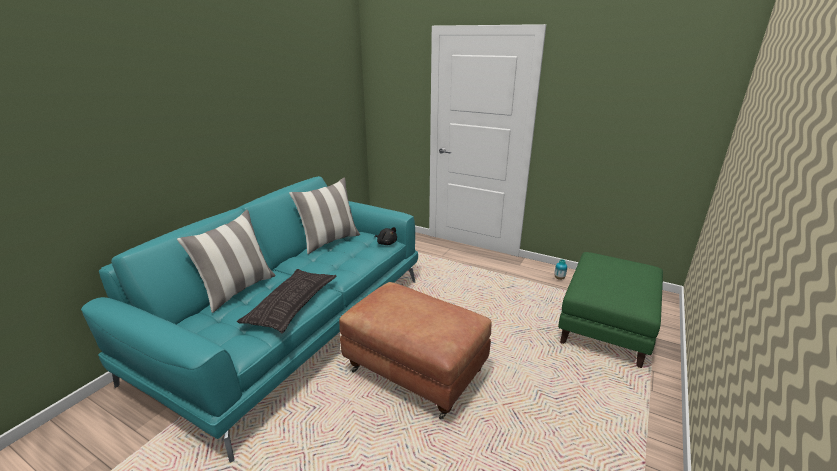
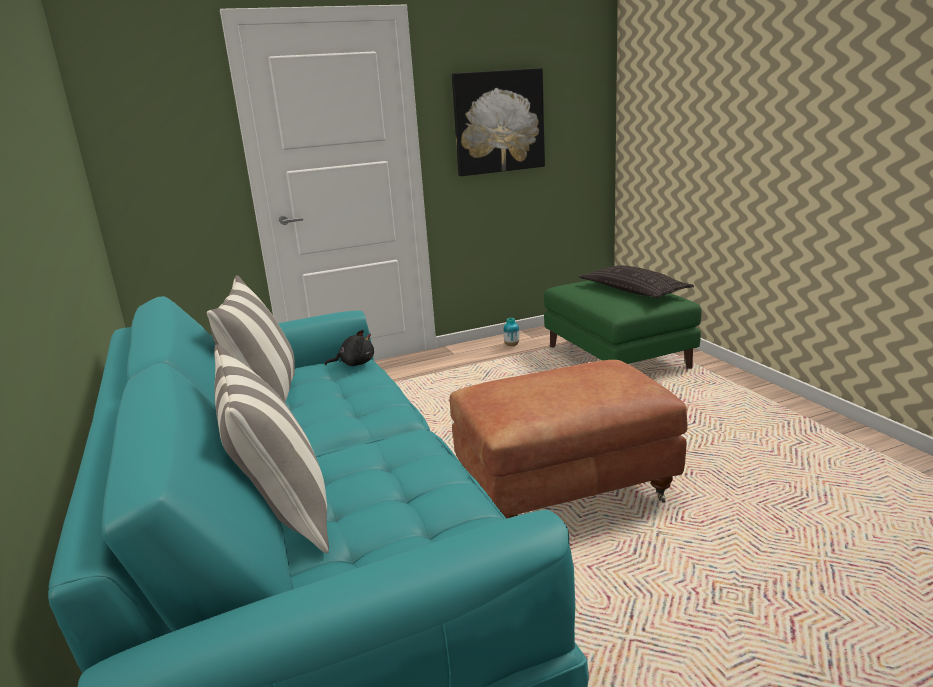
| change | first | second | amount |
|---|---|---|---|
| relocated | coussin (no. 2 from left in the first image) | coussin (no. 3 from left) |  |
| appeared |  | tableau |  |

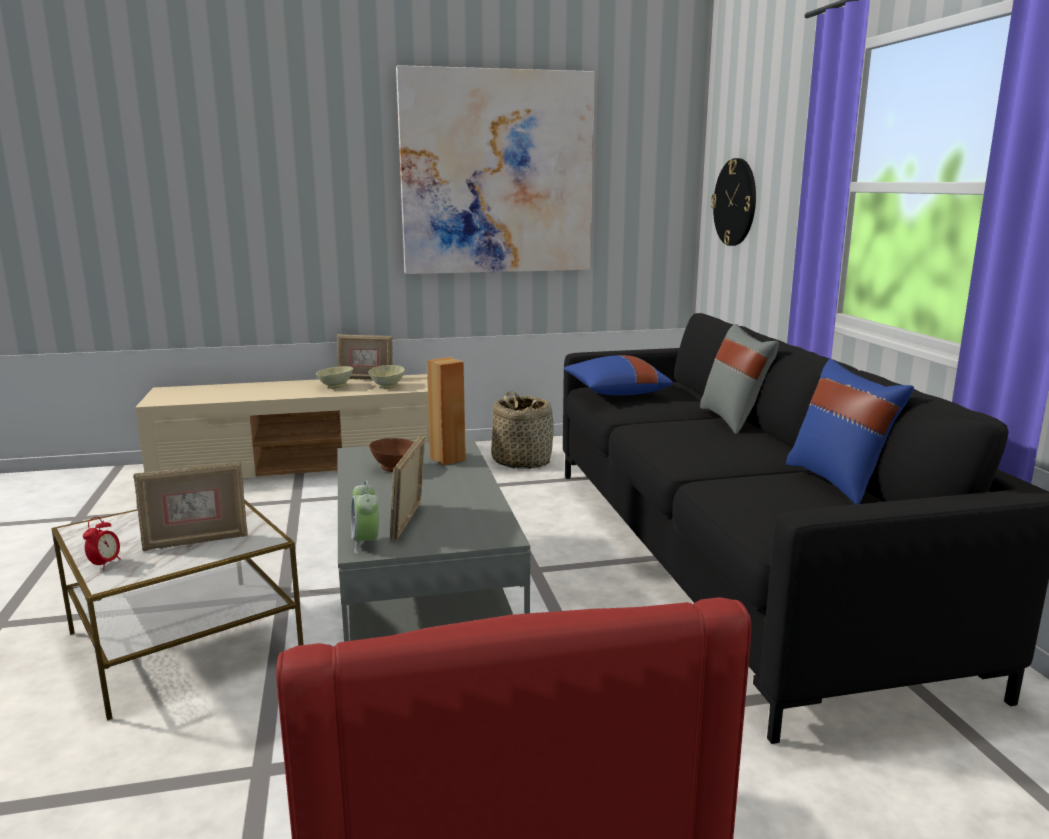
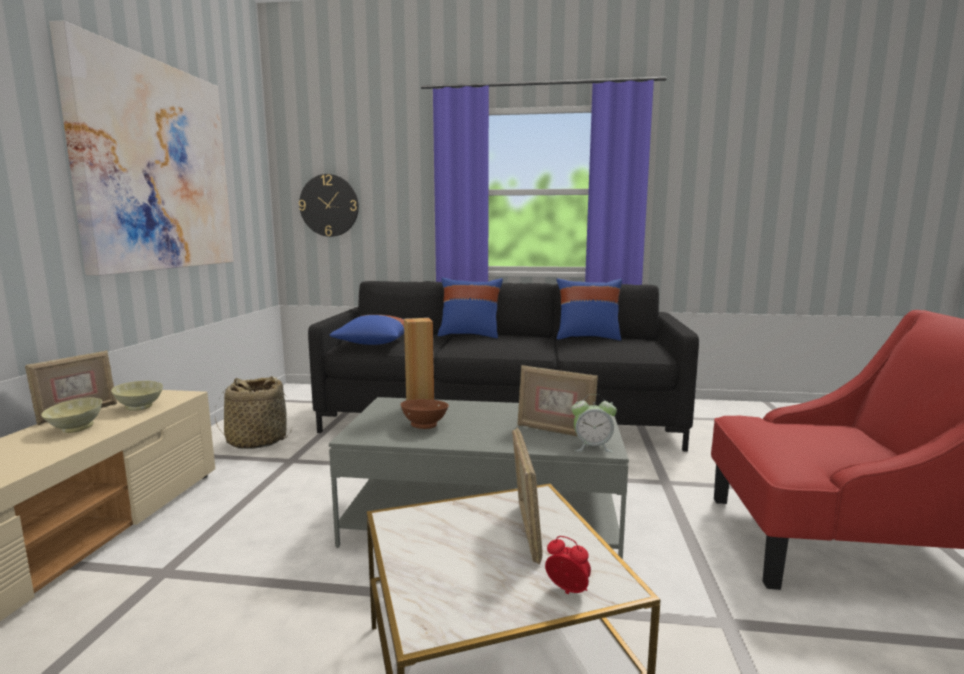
| change | first | second | amount |
|---|---|---|---|
| colour | coussin [gris] | coussin [bleu] (no. 2 from left) |  |

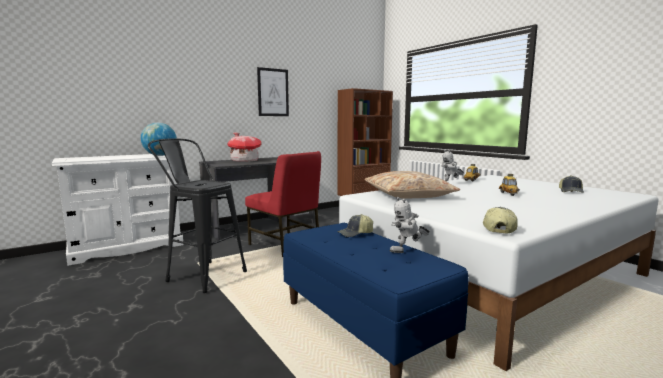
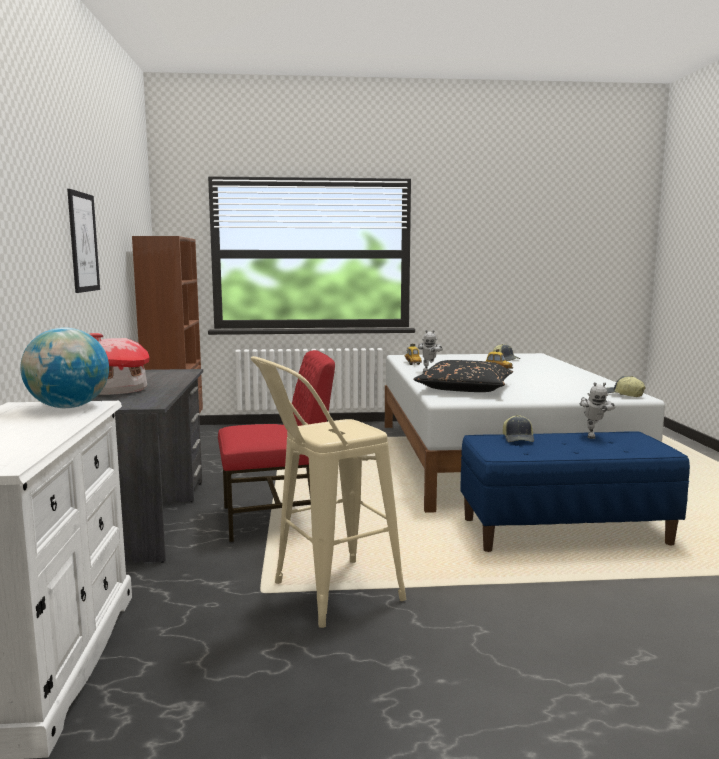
| change | first | second | amount |
|---|---|---|---|
| colour | tabouret [noir] | tabouret [beige] |  |
| colour | coussin [beige] | coussin [noir] |  |

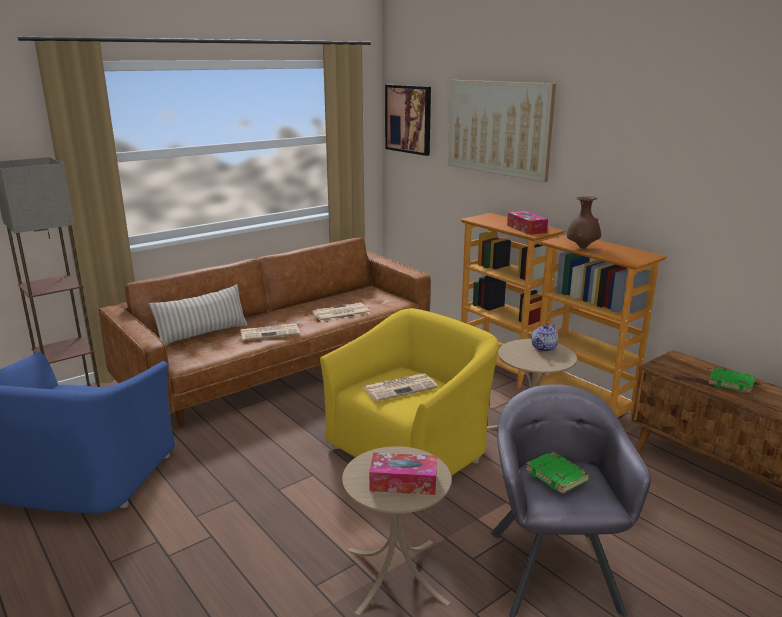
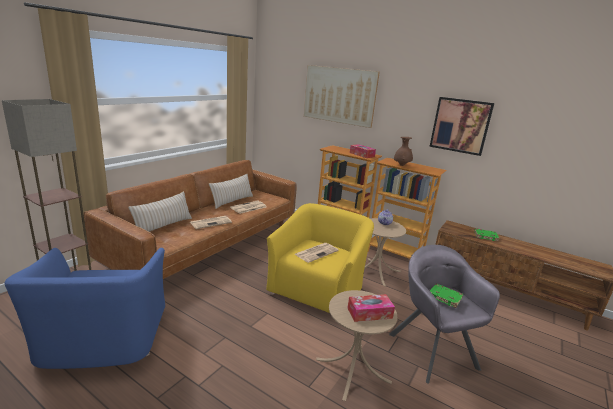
| change | first | second | amount |
|---|---|---|---|
| relocated | tableau (no. 1 from left in the first image) | tableau (no. 2 from left) |  |
| appeared |  | coussin [beige] (no. 2 from left) |  |

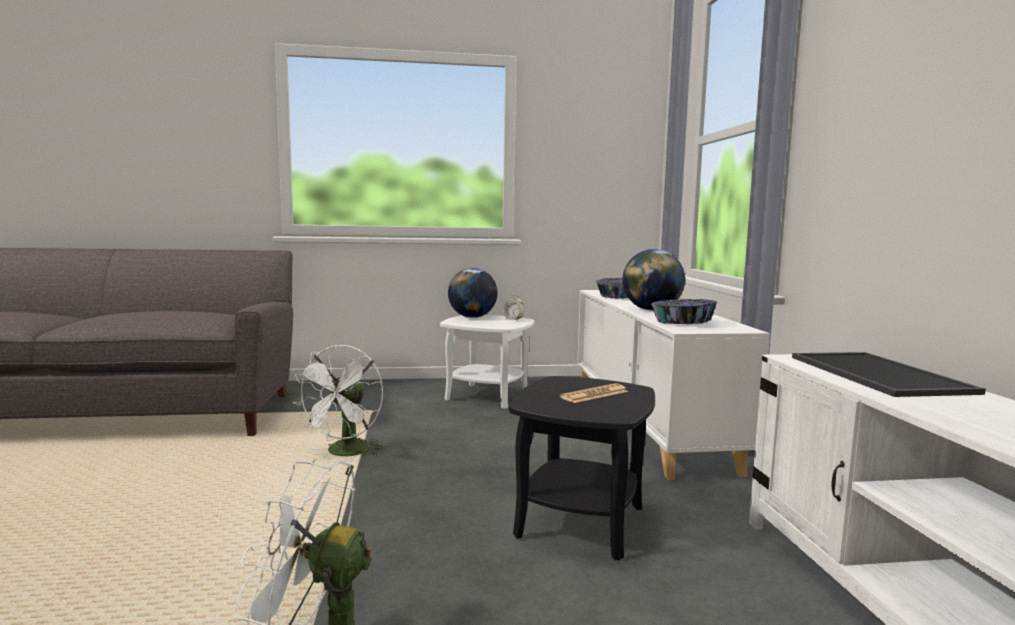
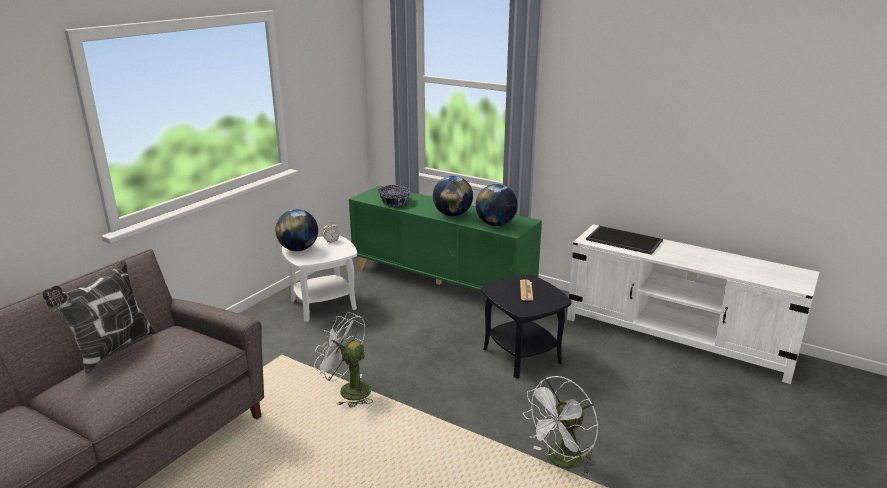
| change | first | second | amount |
|---|---|---|---|
| spun | ventilateur [blanc] (no. 2 from left in the first image) | ventilateur [blanc] (no. 1 from left) | 150 degrees clockwise |
| colour | meuble de rangement [blanc] | meuble de rangement [vert] |  |
| exchanged | bol (no. 2 from left) | globe (no. 3 from left) |  |
| appeared |  | coussin |  |

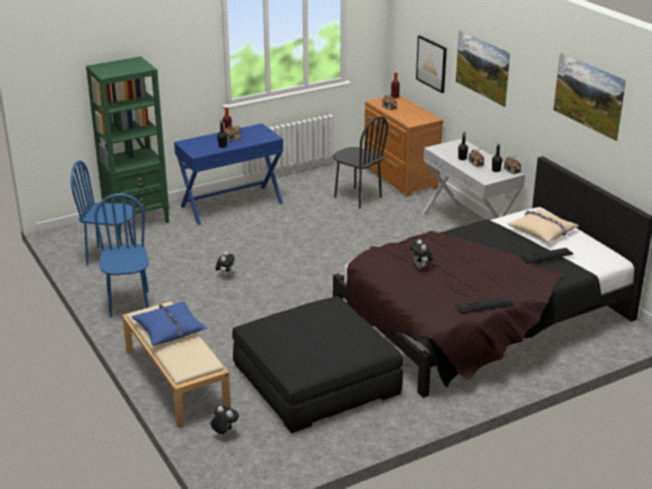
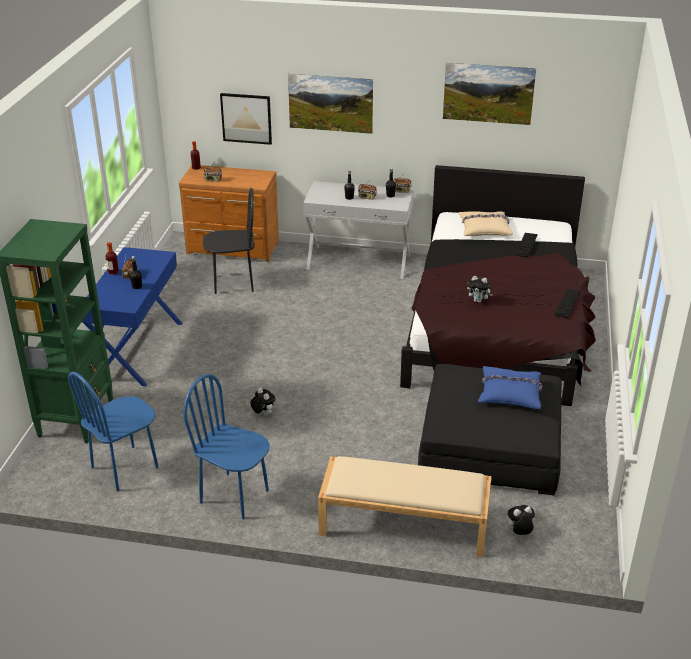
| change | first | second | amount |
|---|---|---|---|
| relocated | coussin [bleu] |  |  |

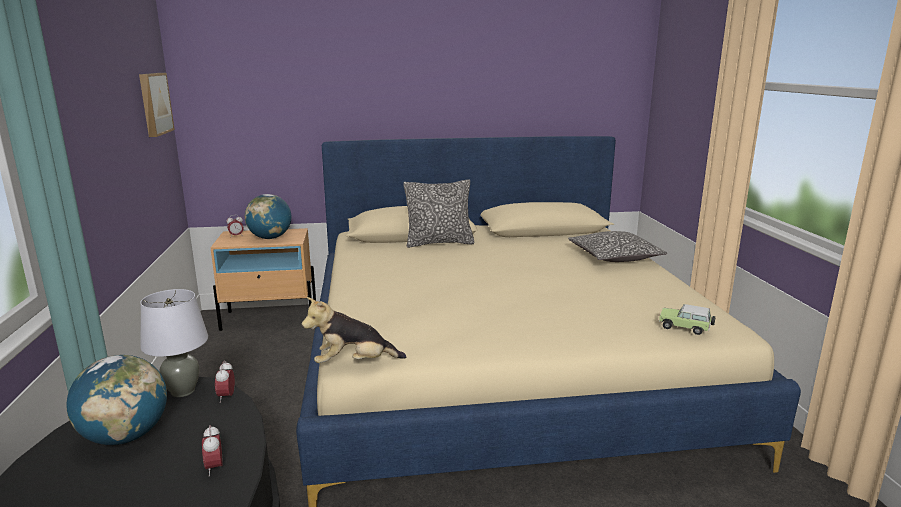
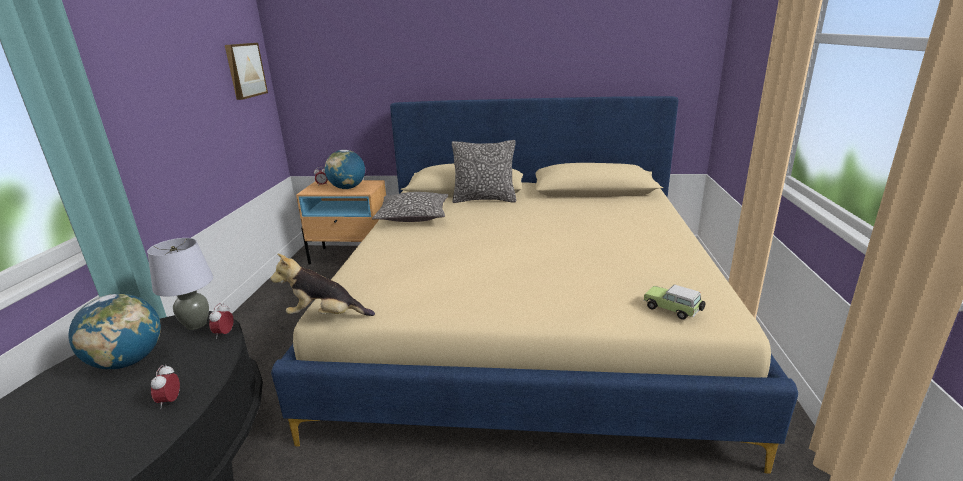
| change | first | second | amount |
|---|---|---|---|
| relocated | coussin (no. 2 from left in the first image) | coussin (no. 1 from left) |  |

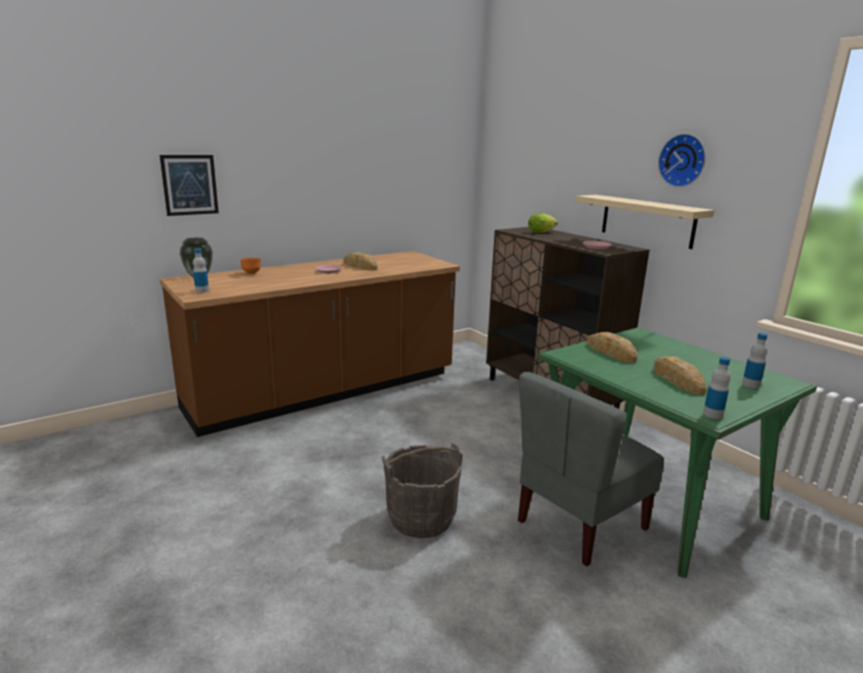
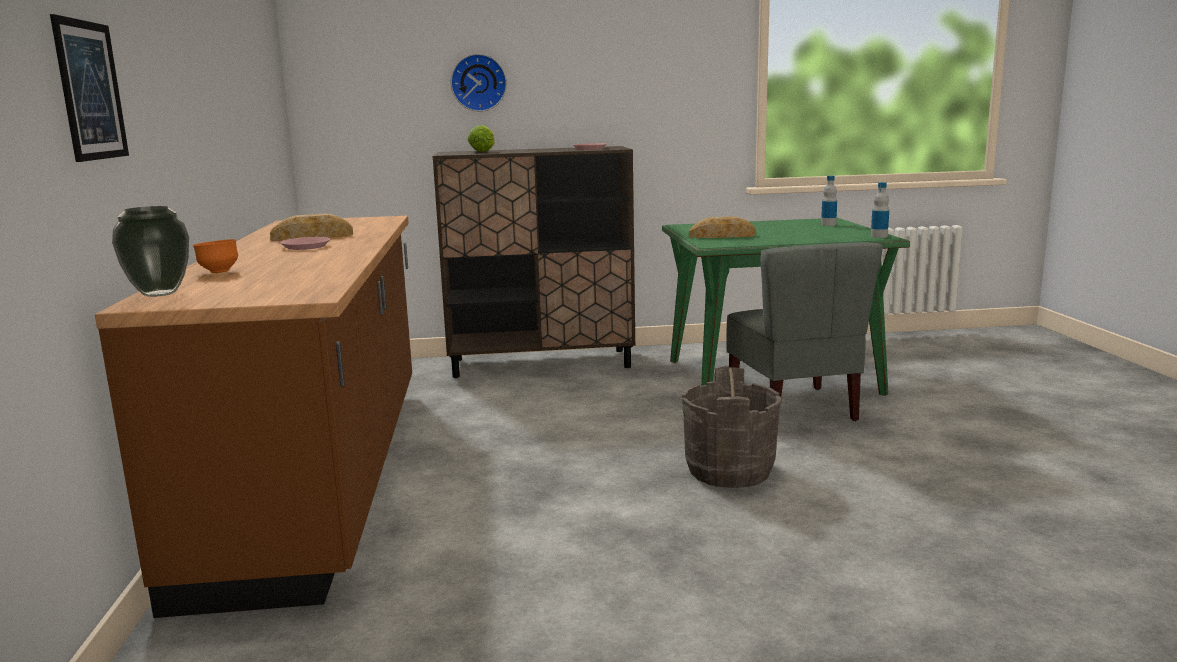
| change | first | second | amount |
|---|---|---|---|
| missing | bouteille (no. 1 from left) |  |  |
| missing | étagère [beige] |  |  |
| missing | pain (no. 3 from left) |  |  |
| relocated | horloge murale |  |  |

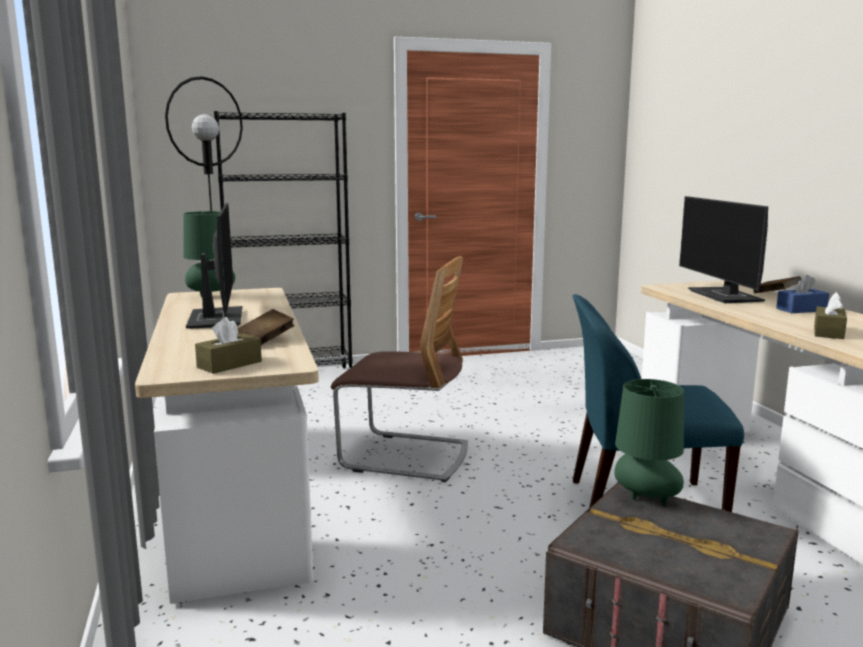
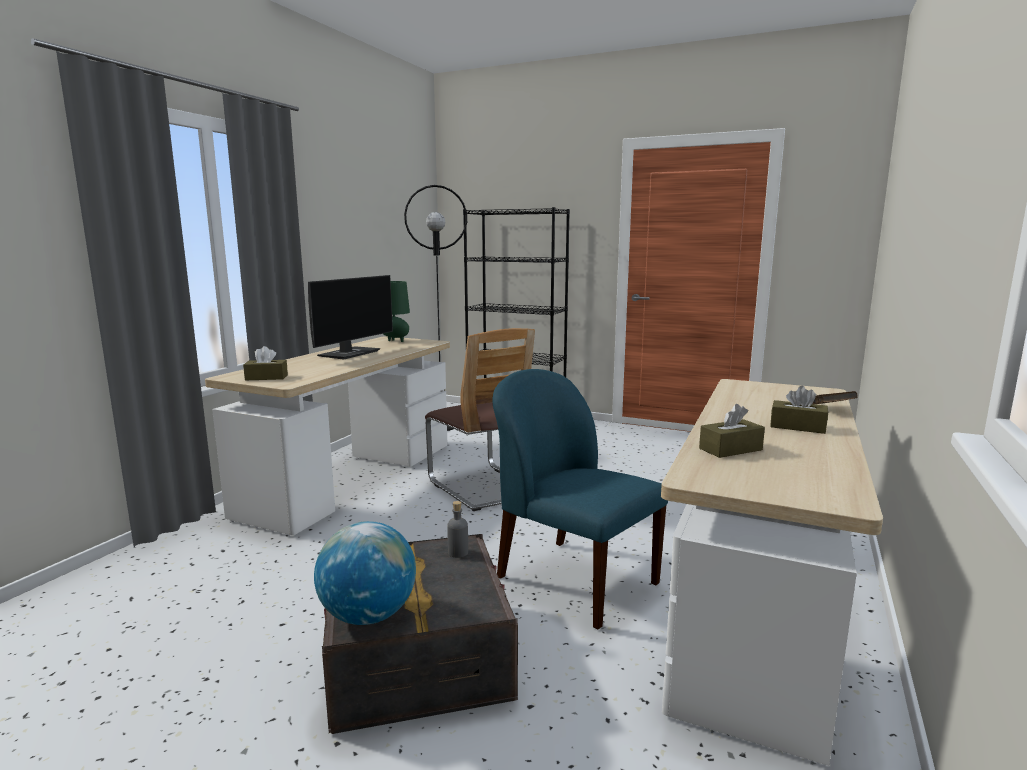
| change | first | second | amount |
|---|---|---|---|
| missing | livre [marron] (no. 1 from left) |  |  |
| exchanged | lampe de table [vert] (no. 2 from left) | bouteille [gris] |  |
| missing | écran d'ordinateur (no. 2 from left) |  |  |
| colour | boîte à mouchoirs [bleu] | boîte à mouchoirs [marron] (no. 3 from left) |  |
| appeared |  | globe |  |

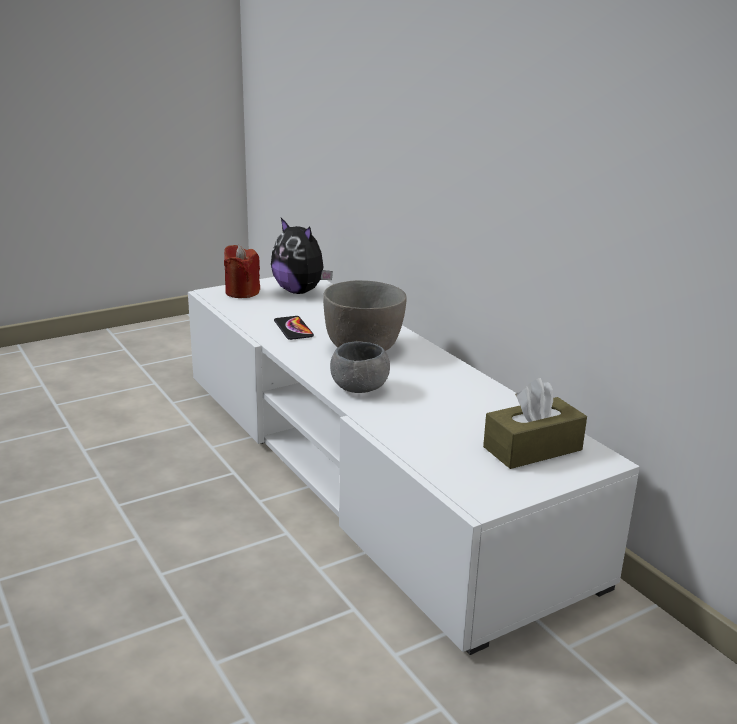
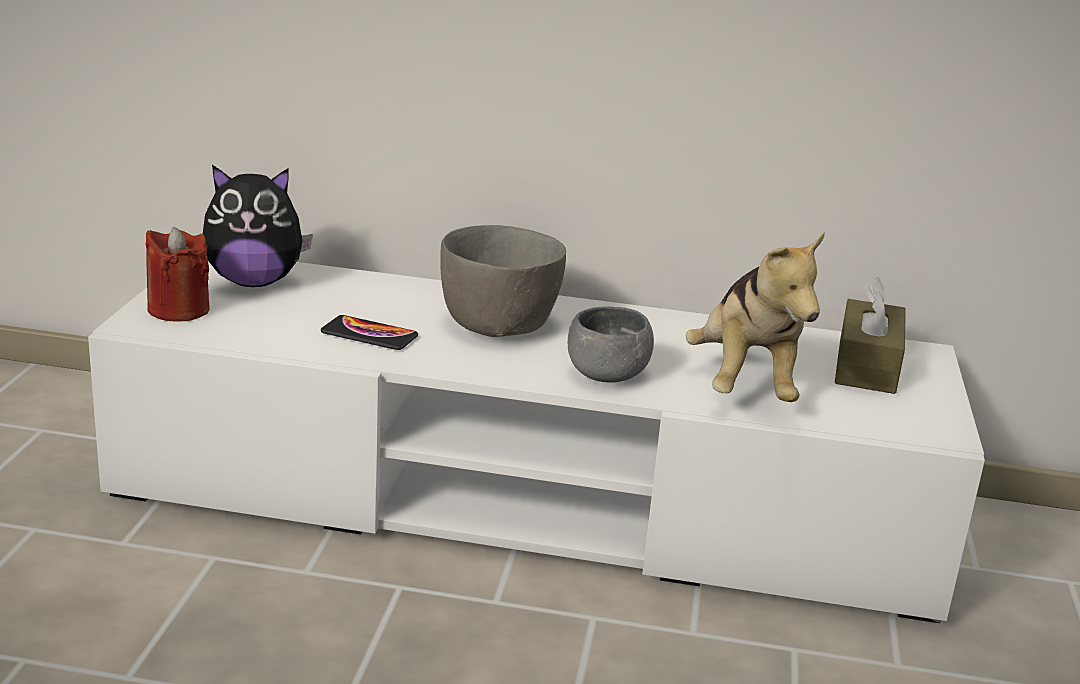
| change | first | second | amount |
|---|---|---|---|
| appeared |  | peluche (no. 2 from left) |  |

